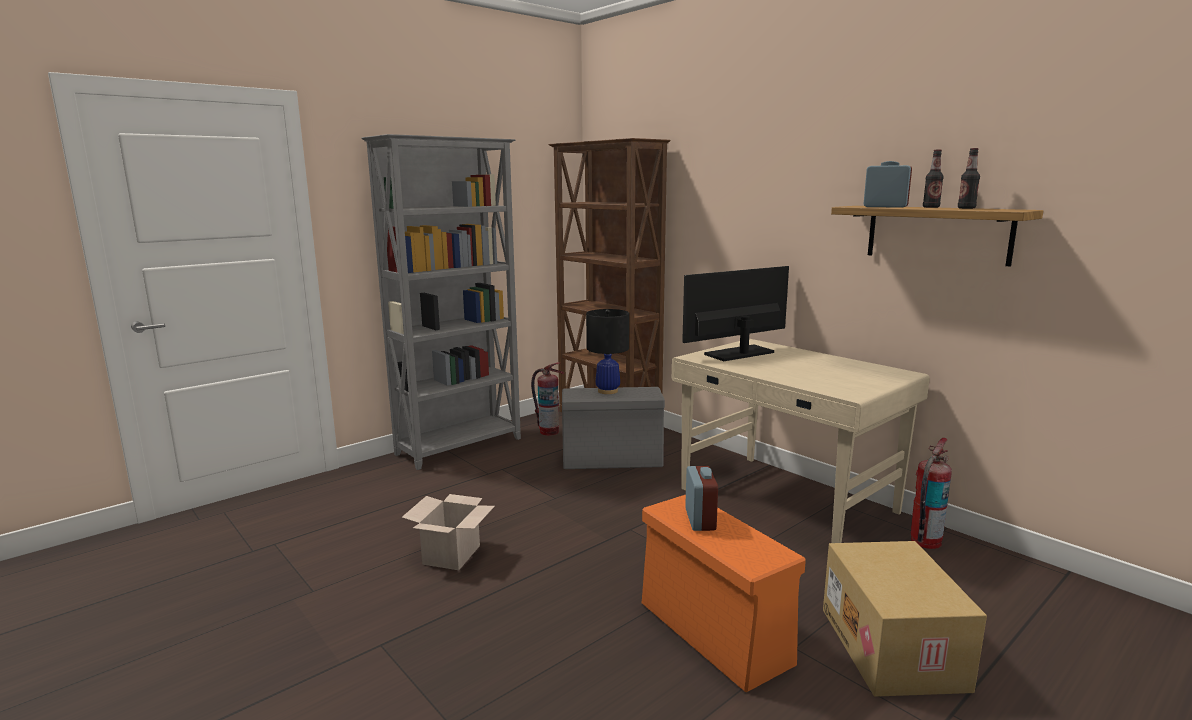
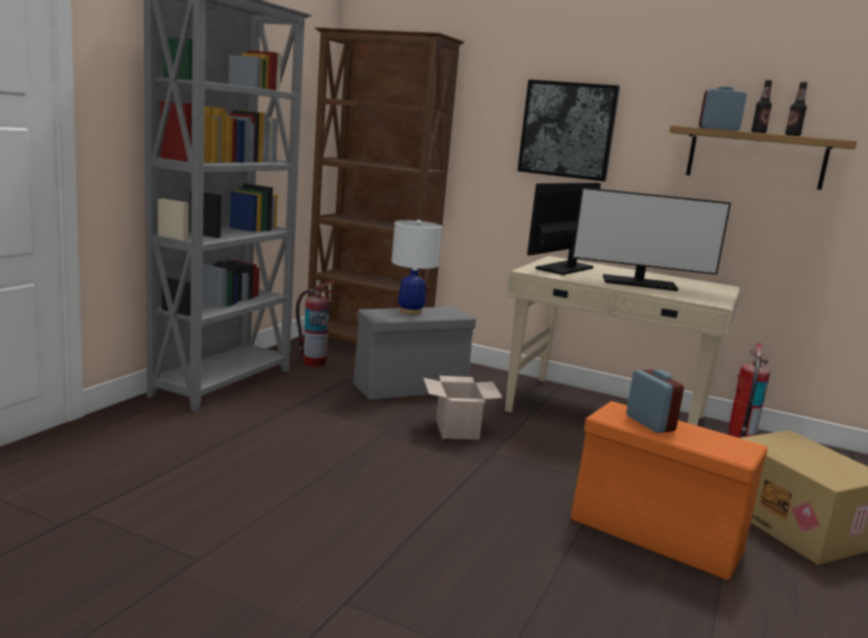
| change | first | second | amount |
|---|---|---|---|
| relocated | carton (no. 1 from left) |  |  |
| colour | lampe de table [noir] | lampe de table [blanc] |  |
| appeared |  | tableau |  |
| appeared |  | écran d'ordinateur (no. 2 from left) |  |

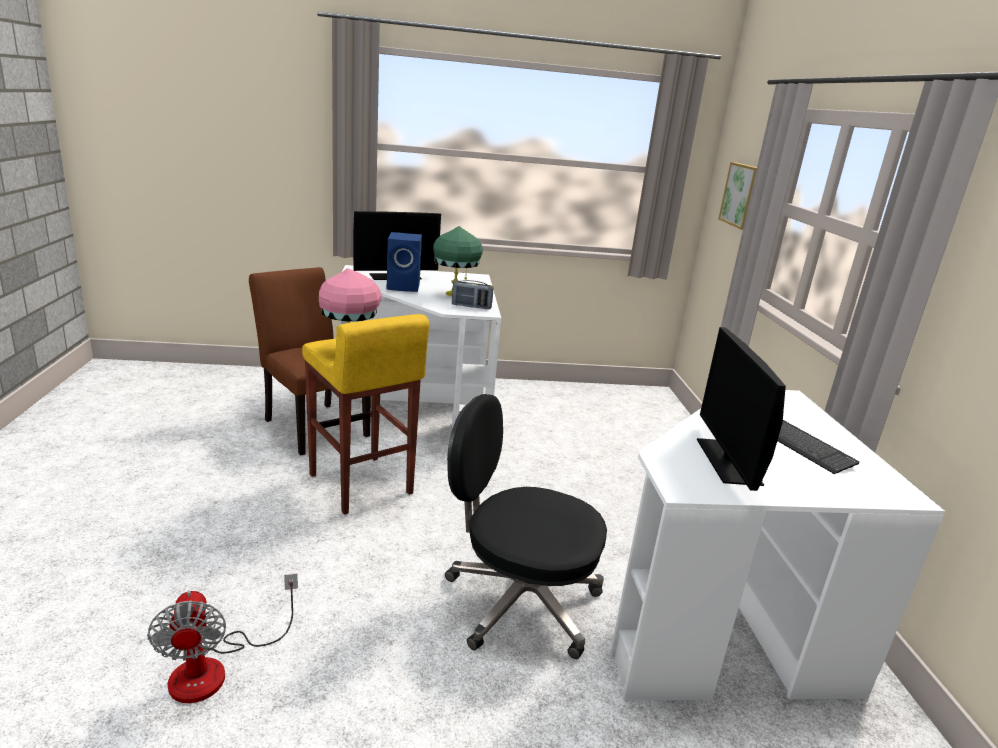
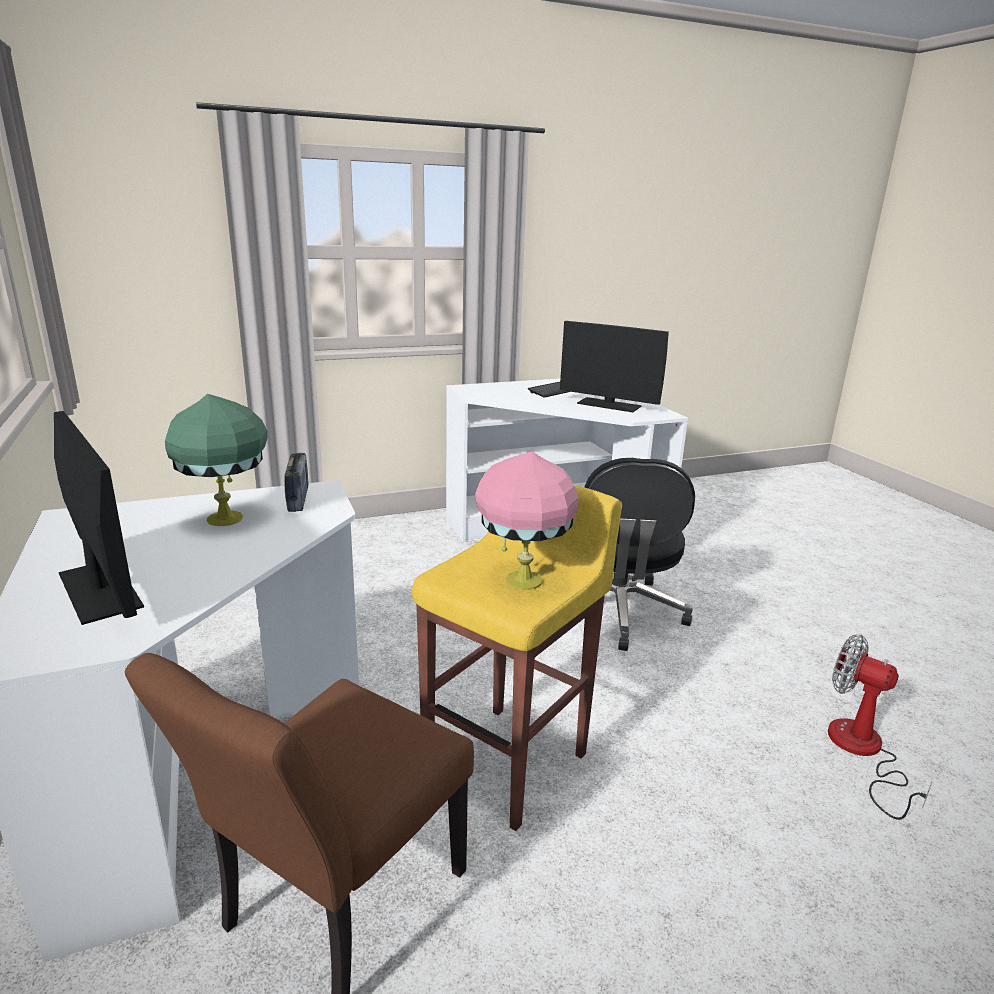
| change | first | second | amount |
|---|---|---|---|
| spun | ventilateur |  | 105 degrees counterclockwise |
| missing | enceinte [bleu] |  |  |
| spun | écran d'ordinateur (no. 2 from left) |  | 45 degrees clockwise |
| missing | tableau |  |  |

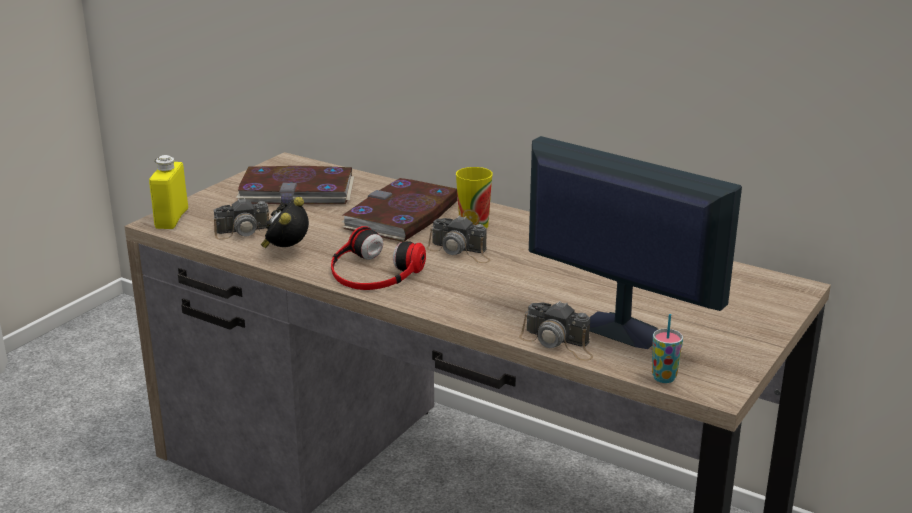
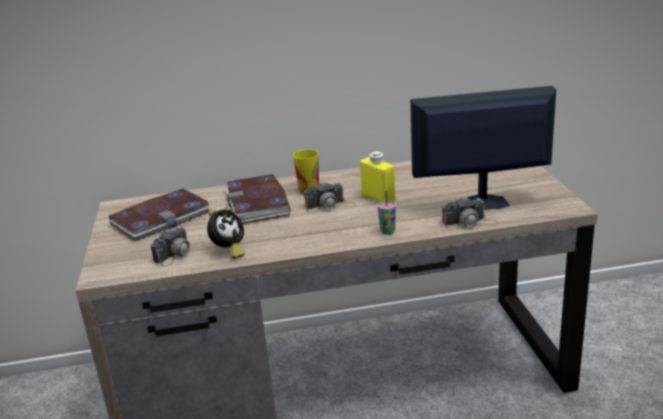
| change | first | second | amount |
|---|---|---|---|
| relocated | bouteille [jaune] |  |  |
| spun | réveil |  | 120 degrees counterclockwise |
| missing | casque audio |  |  |
| relocated | tasse (no. 2 from left) |  |  |

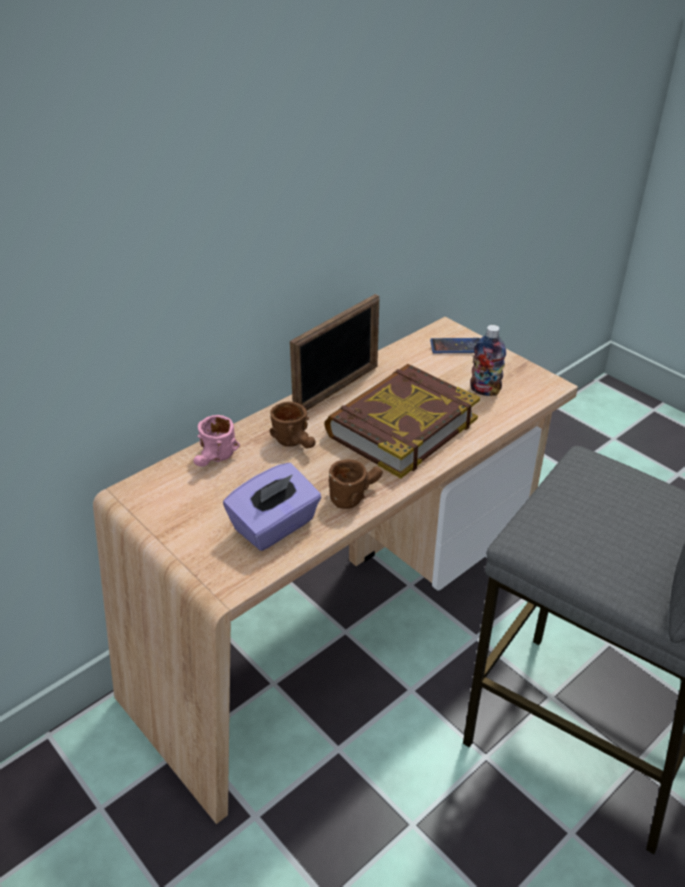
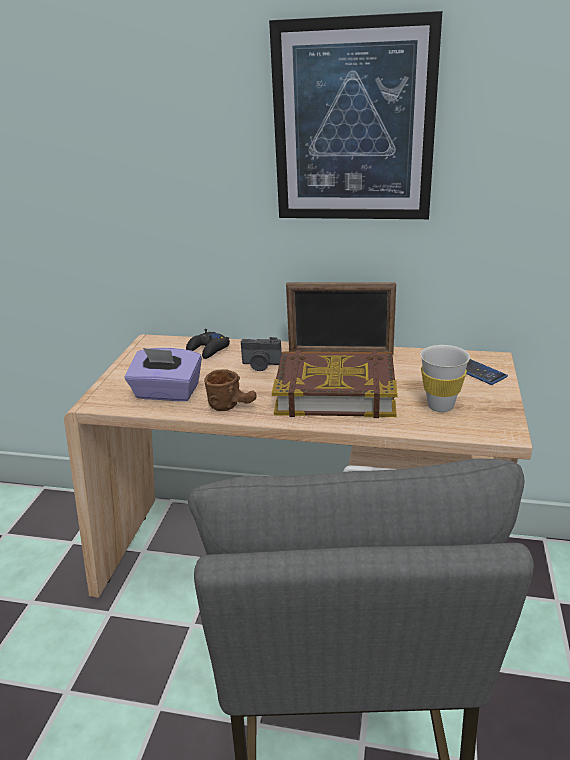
| change | first | second | amount |
|---|---|---|---|
| exchanged | mug [rose] | manette [noir] |  |
| exchanged | mug [marron] (no. 1 from left) | appareil photo |  |
| exchanged | bouteille | tasse [blanc] |  |
| appeared |  | tableau |  |

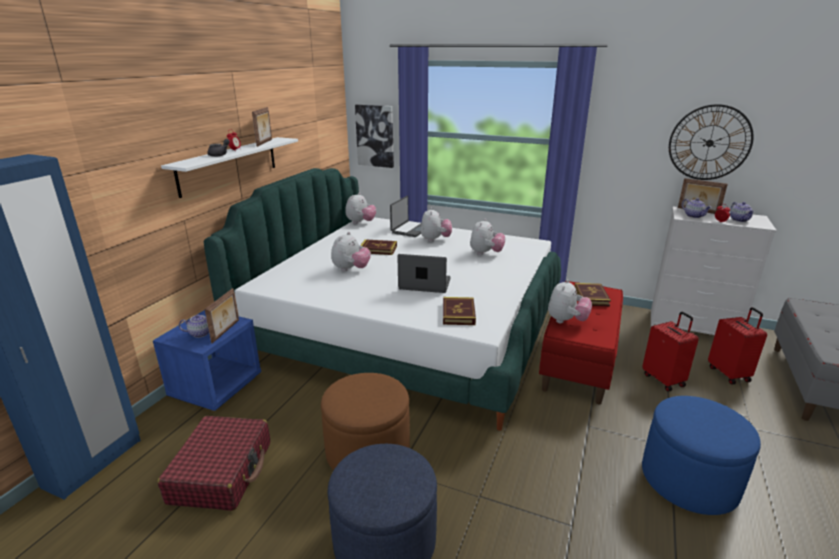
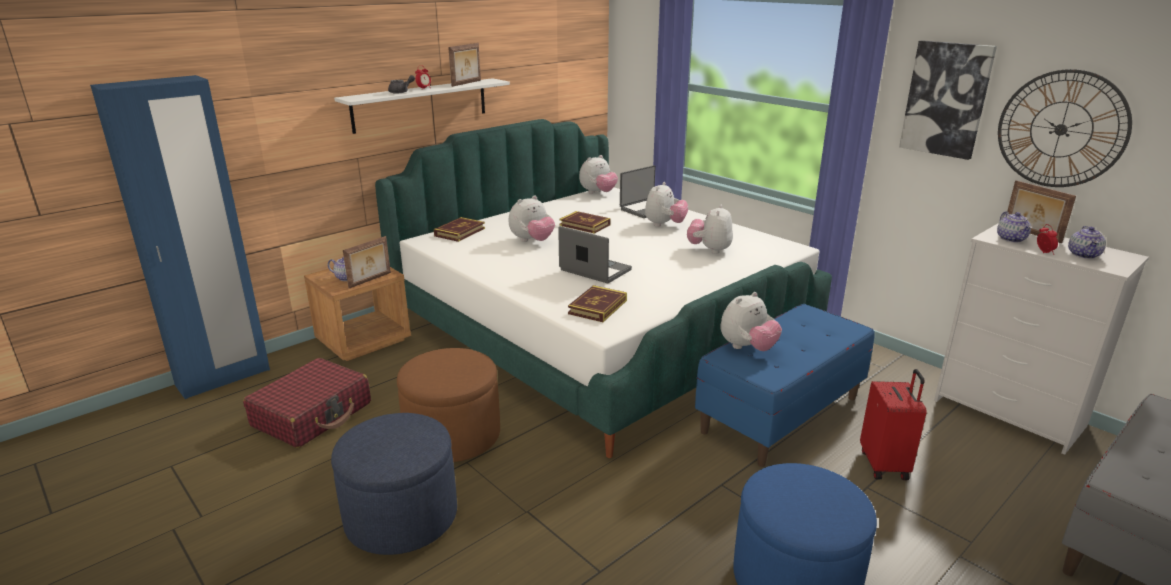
| change | first | second | amount |
|---|---|---|---|
| colour | table de chevet [bleu] | table de chevet [marron] |  |
| relocated | tableau |  |  |
| spun | peluche (no. 4 from left) |  | 150 degrees clockwise |
| colour | banc [rouge] | banc [bleu] |  |
| relocated | livre (no. 3 from left in the first image) | livre (no. 1 from left) |  |
| missing | valise [rouge] (no. 3 from left) |  |  |

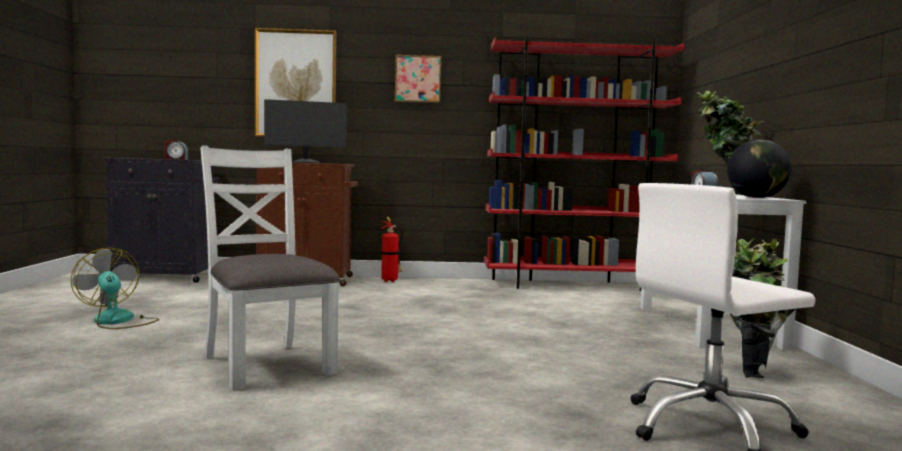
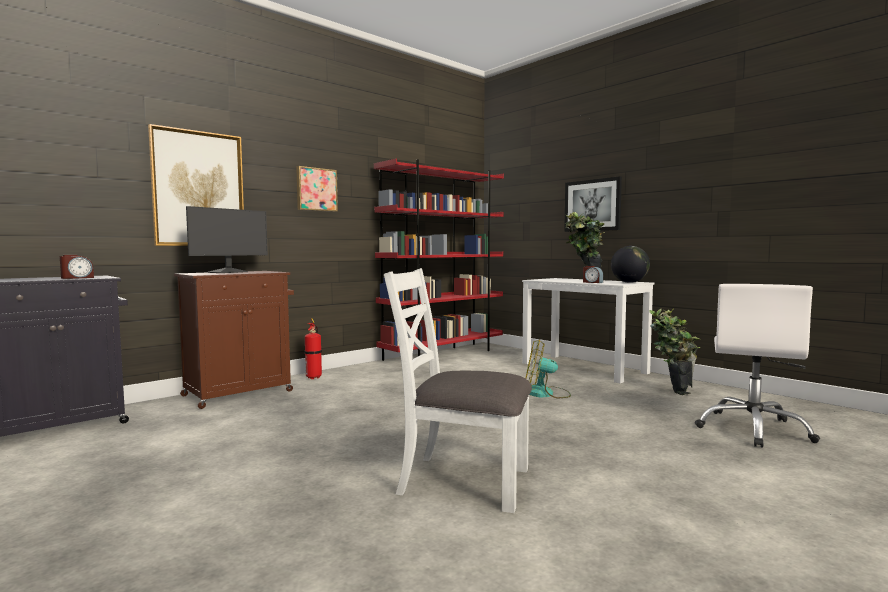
| change | first | second | amount |
|---|---|---|---|
| relocated | ventilateur |  |  |
| appeared |  | tableau (no. 3 from left) |  |

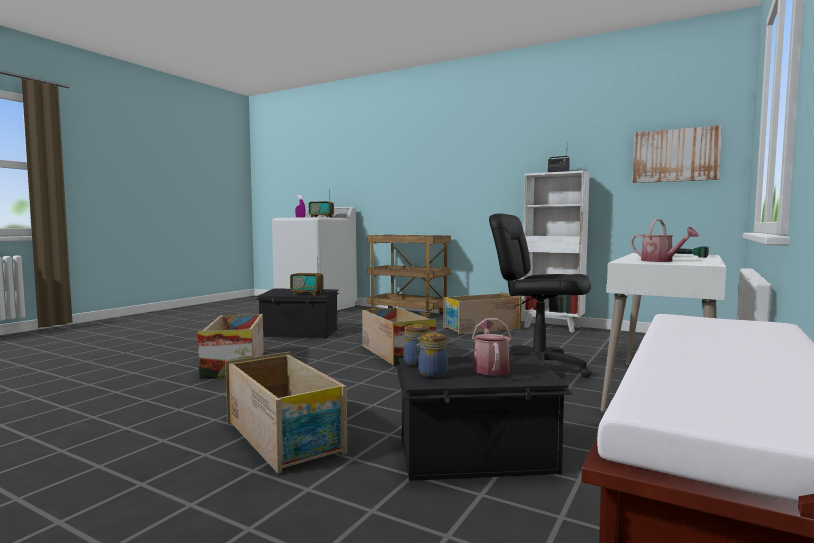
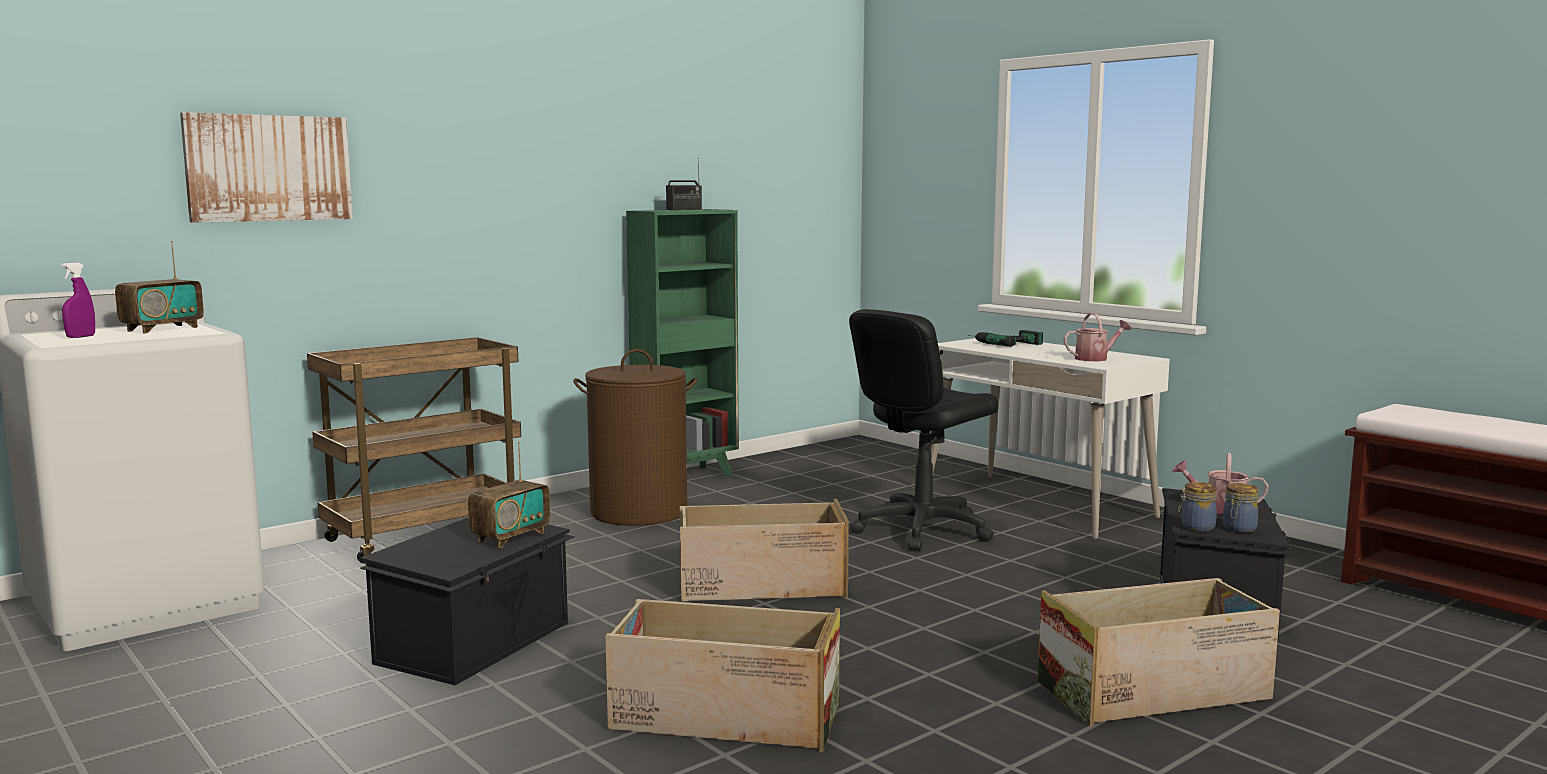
| change | first | second | amount |
|---|---|---|---|
| exchanged | caisse (no. 4 from left) | panier à linge [marron] |  |
| colour | bibliothèque [blanc] | bibliothèque [vert] |  |
| relocated | tableau |  |  |

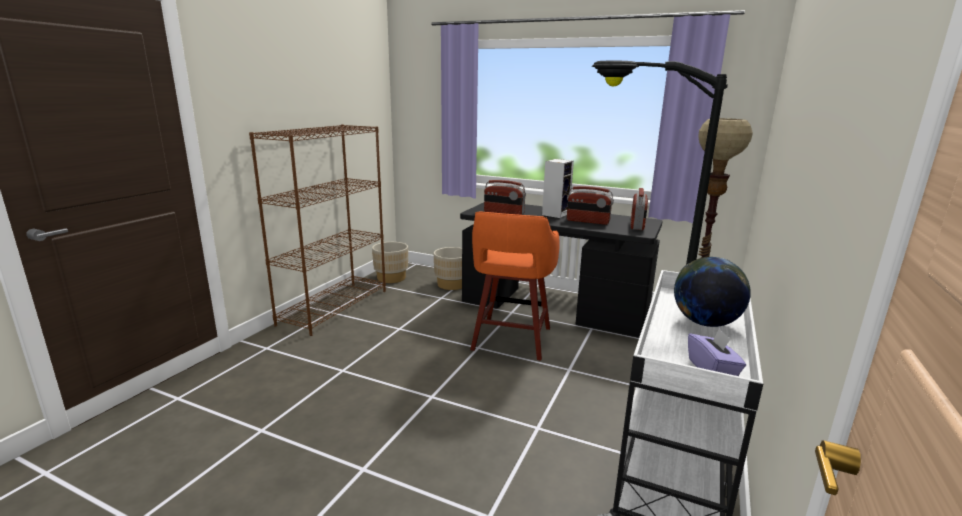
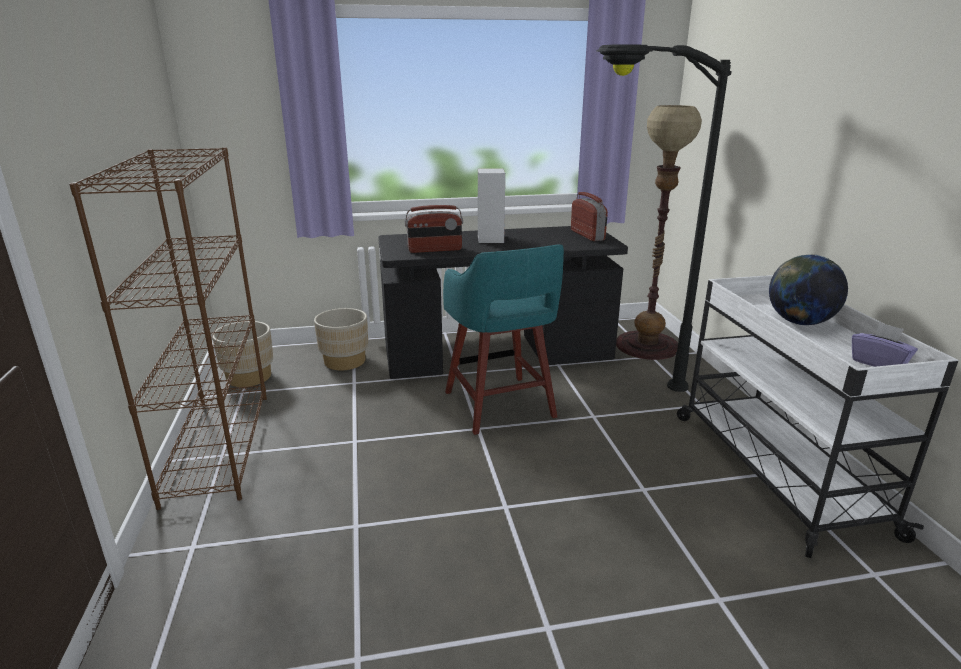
| change | first | second | amount |
|---|---|---|---|
| colour | tabouret [orange] | tabouret [turquoise] |  |
| missing | radio (no. 2 from left) |  |  |

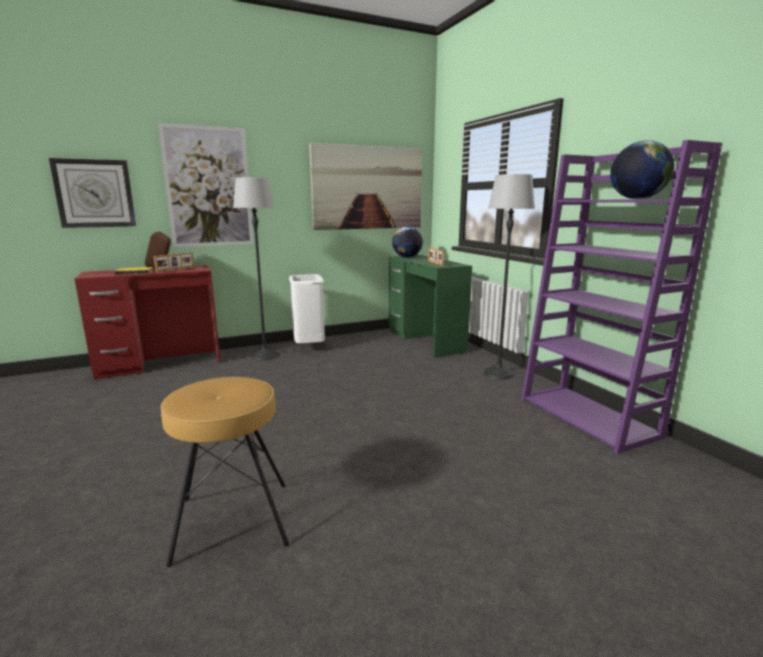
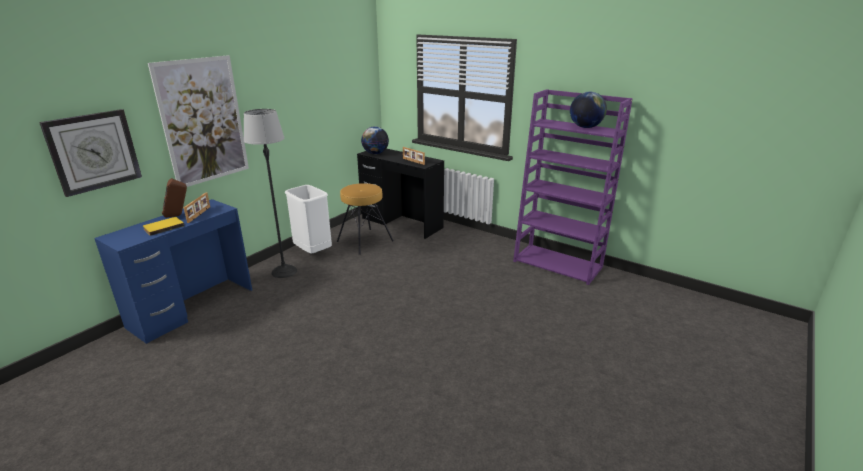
| change | first | second | amount |
|---|---|---|---|
| colour | bureau [rouge] | bureau [bleu] |  |
| relocated | tabouret [marron] |  |  |
| missing | tableau (no. 2 from left) |  |  |
| colour | bureau [vert] | bureau [noir] |  |
| missing | lampadaire (no. 2 from left) |  |  |

